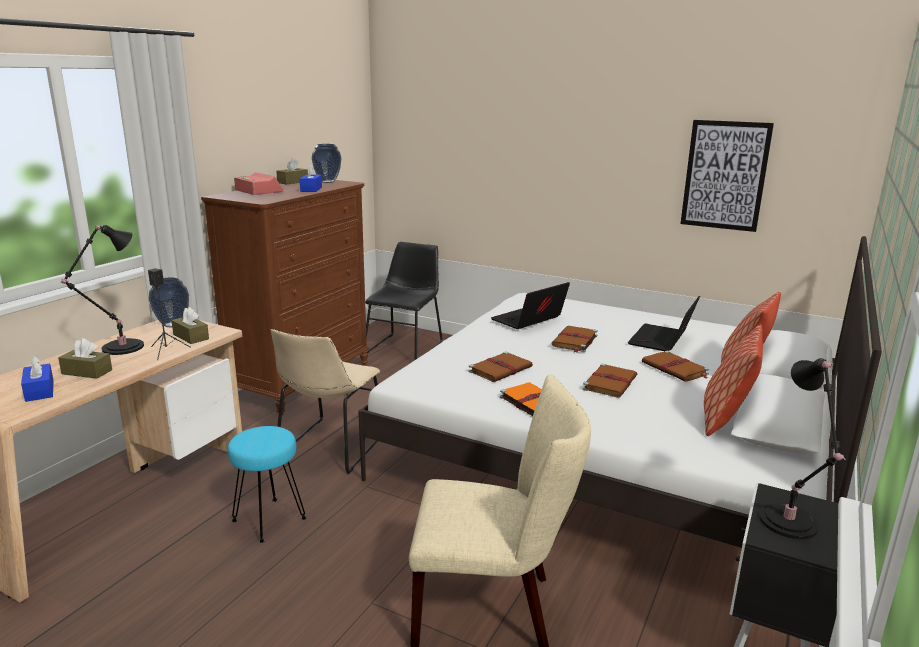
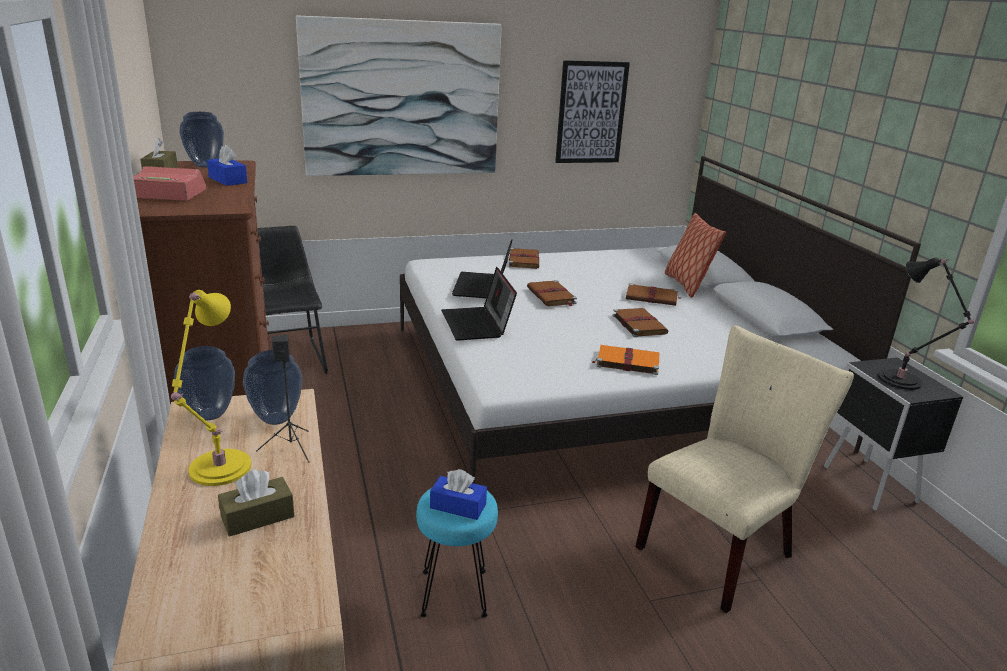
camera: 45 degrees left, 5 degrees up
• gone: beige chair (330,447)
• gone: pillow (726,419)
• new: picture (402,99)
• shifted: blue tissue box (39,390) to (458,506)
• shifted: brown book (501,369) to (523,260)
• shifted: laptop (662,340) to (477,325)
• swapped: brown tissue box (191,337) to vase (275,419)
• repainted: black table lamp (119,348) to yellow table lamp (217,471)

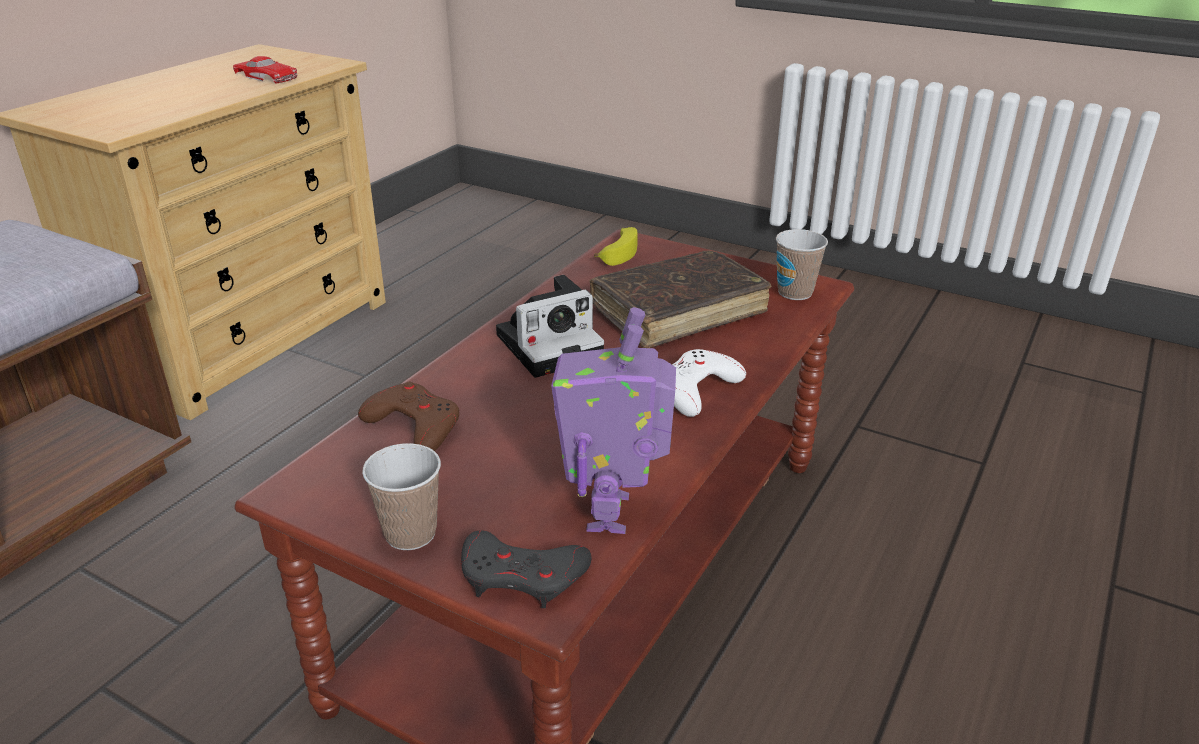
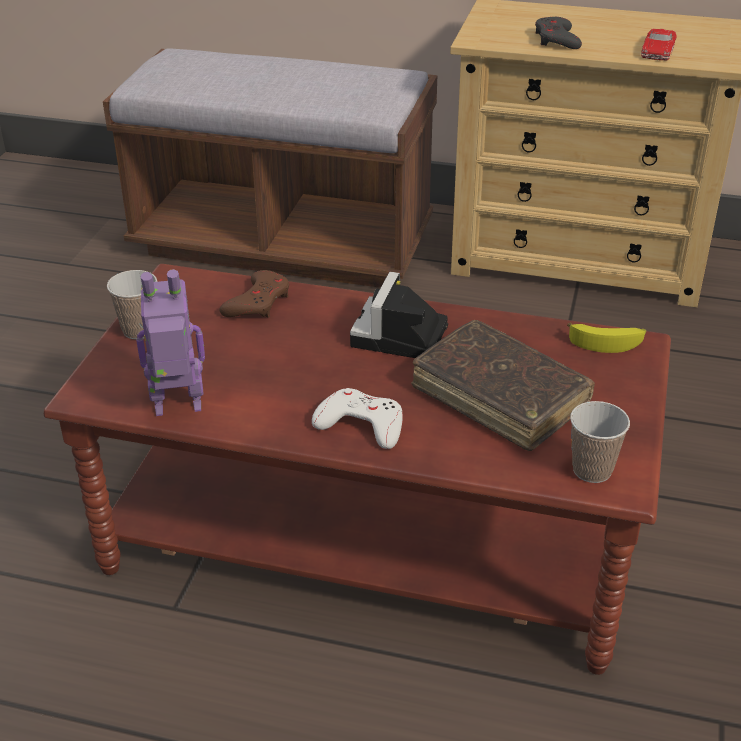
camera: 75 degrees right, 5 degrees up
• shifted: grey game controller (522,576) to (556,39)
• rotated: photo camera (552,345) = (399,338) 60 degrees clockwise

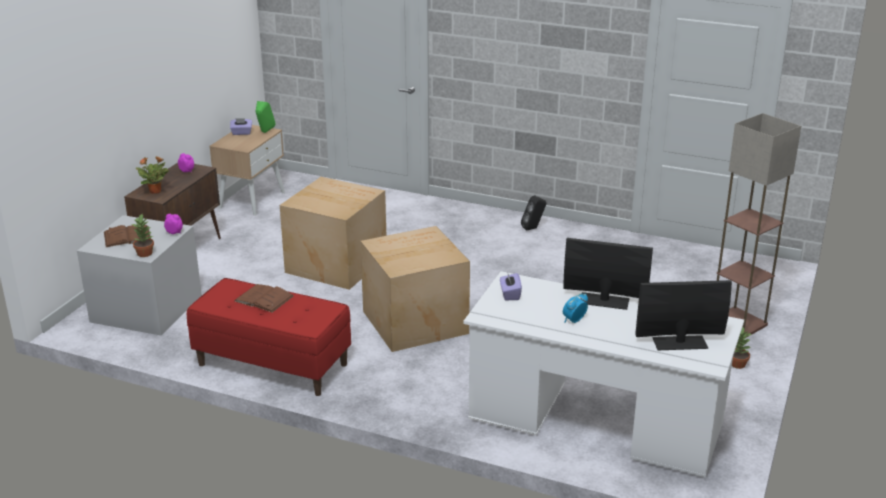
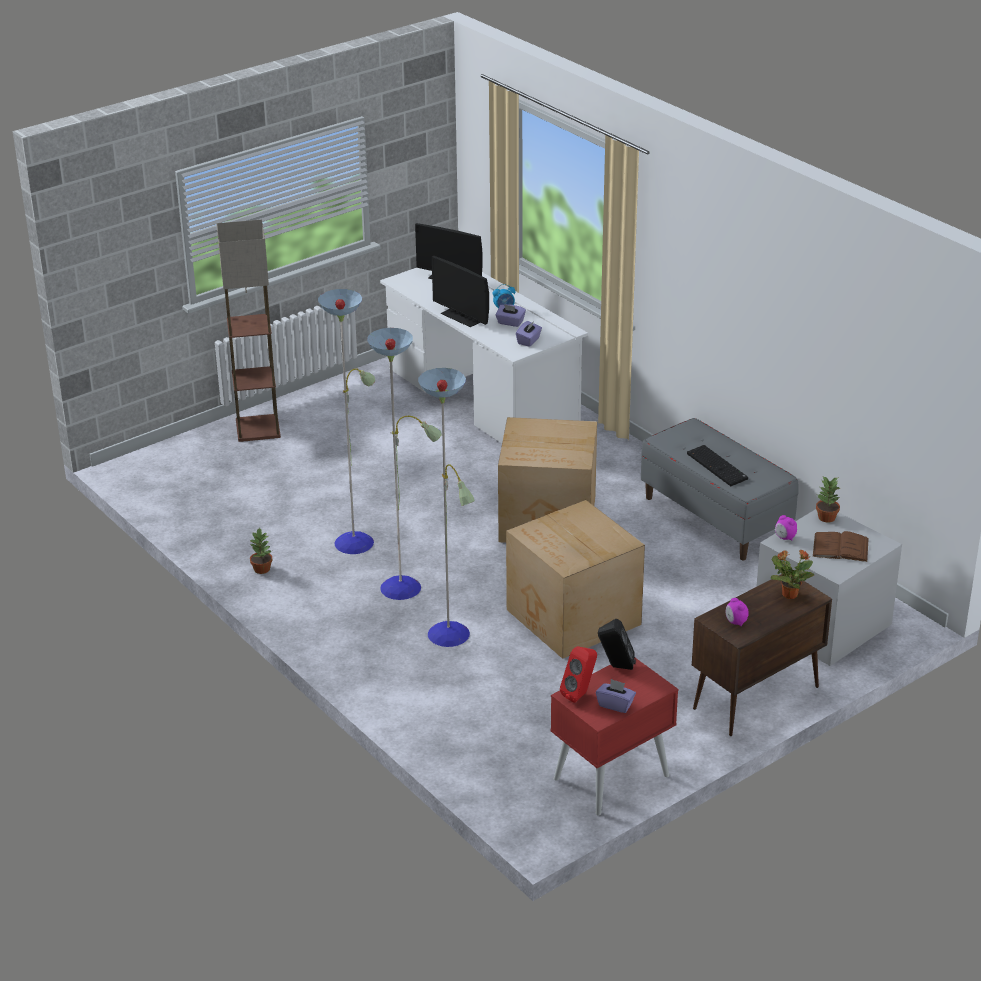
camera: 150 degrees left, 5 degrees up
• new: floor lamp (403,586)
• new: purple tissue box (510,323)
• shifted: black speaker (533,228) to (616,666)
• shifted: potted plant (737,364) to (262,569)
• swapped: brown book (264,298) to keyboard (718,466)
• repainted: red bench (272,365) to grey bench (716,517)
• repainted: beige nightstand (252,199) to red nightstand (611,777)
• repainted: green speaker (265,132) to red speaker (580,694)

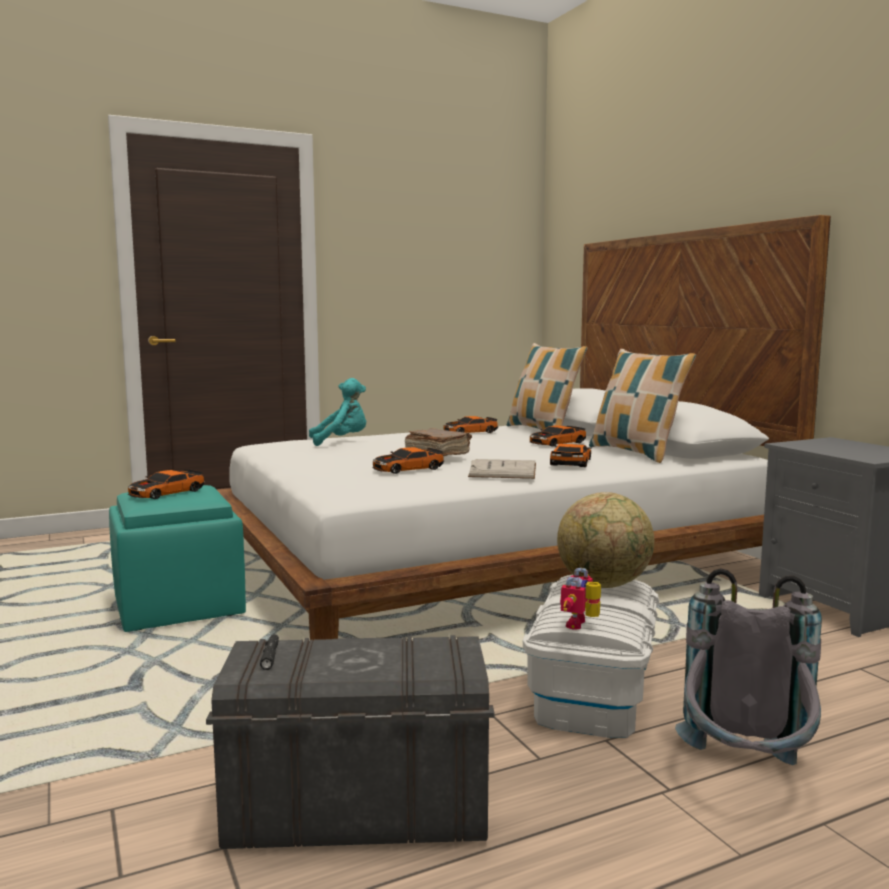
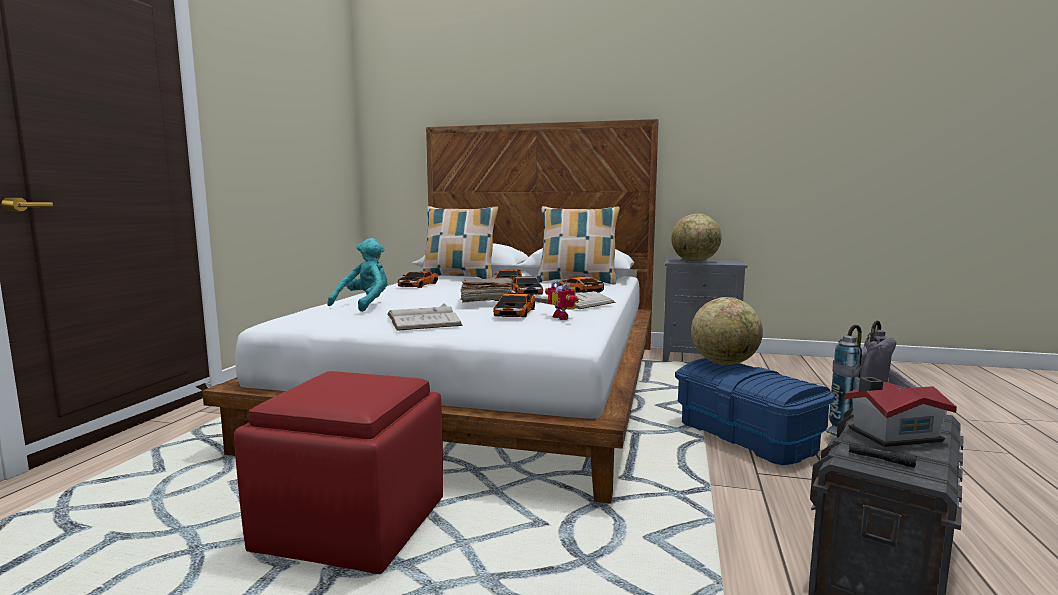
camera: 50 degrees left, 0 degrees up
• new: white book (423,320)
• new: globe (695,261)
• new: toy house (891,434)
• shifted: toy car (167,492) to (526,292)
• shifted: toy robot (581,624) to (564,317)
• repainted: turquoise ottoman (180,608) to red ottoman (355,525)
• repainted: white storage box (594,690) to blue storage box (747,436)

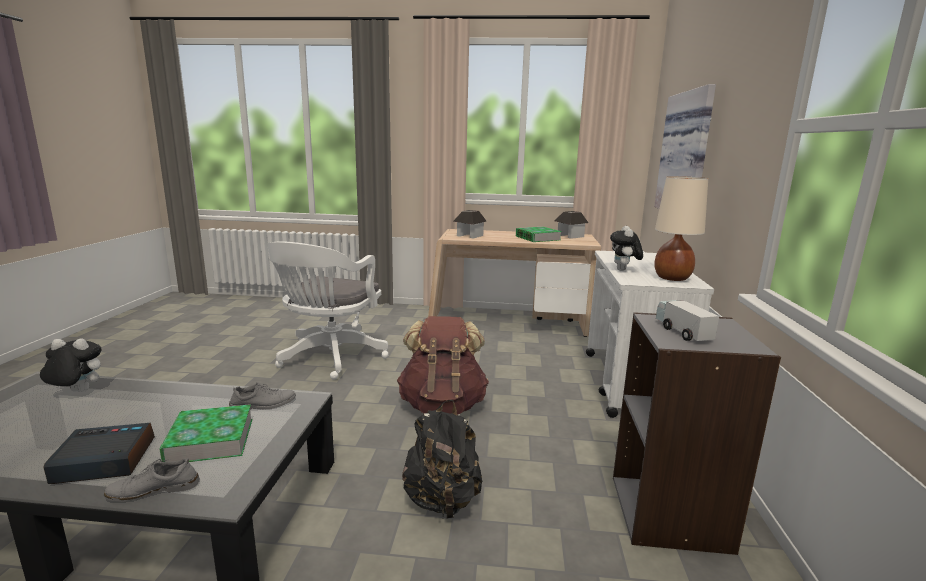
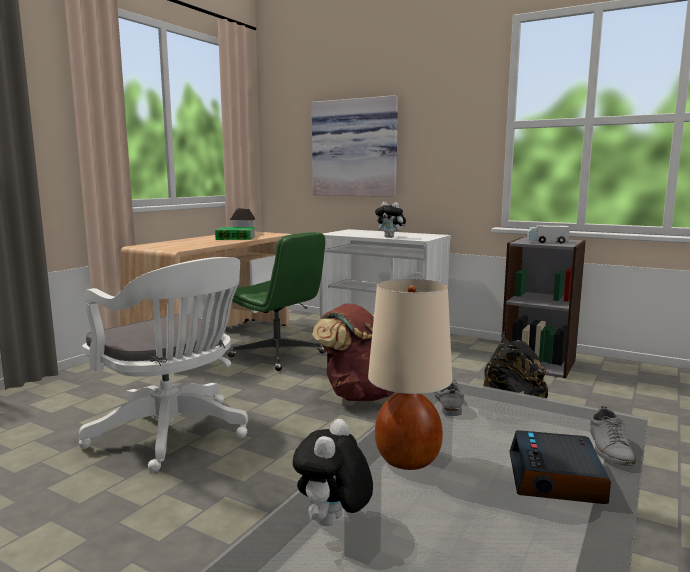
camera: 65 degrees left, 5 degrees down
• gone: book (210,440)
• gone: toy house (469,236)
• new: green office chair (278,355)
• shifted: beige table lamp (672,278) to (408,460)

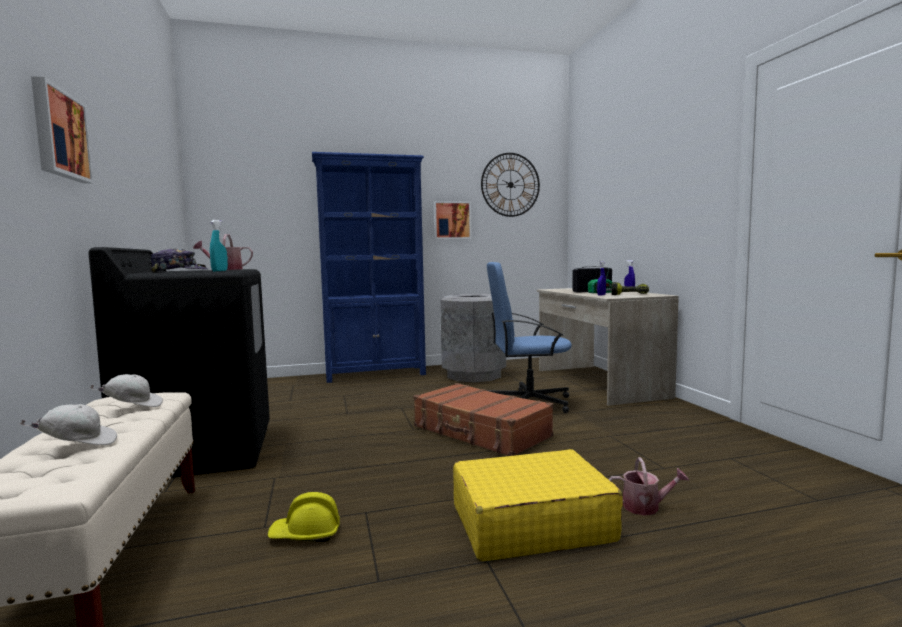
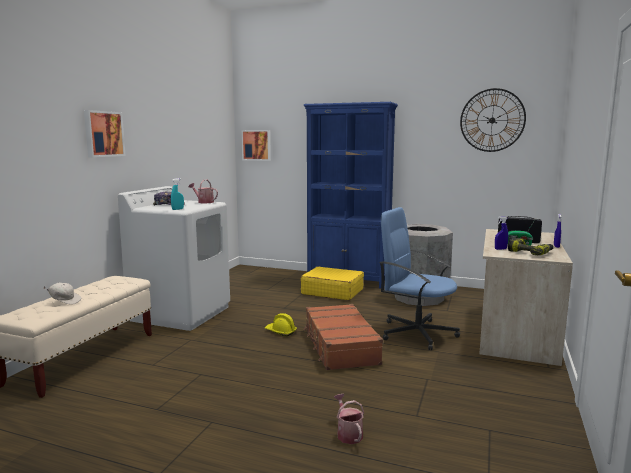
camera: 35 degrees right, 5 degrees up
• gone: white cap (133,406)
• shifted: yellow hard hat (305,534) to (280,332)
• shifted: picture (452,220) to (256,145)
• shifted: yellow suitcase (530,523) to (332,291)
• repainted: black washing machine (201,452) to white washing machine (181,313)
• rotated: watering can (646,507) = (348,433) 150 degrees counterclockwise

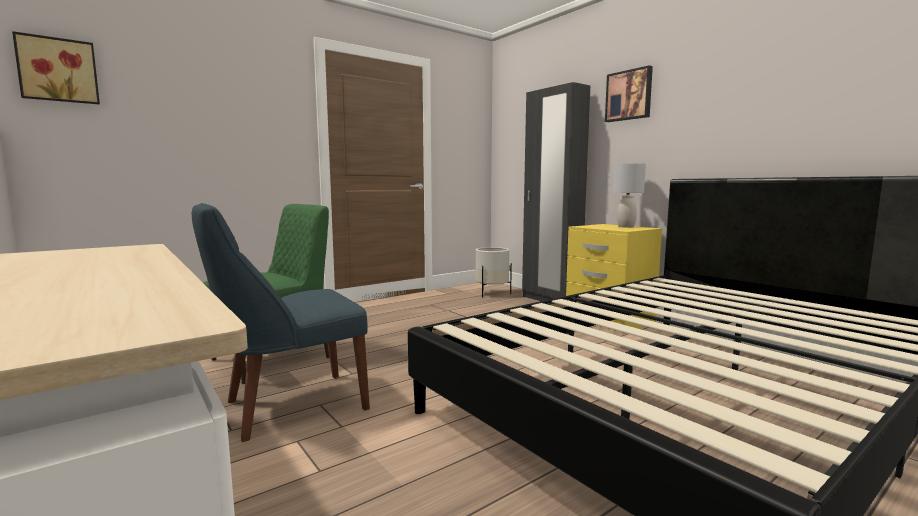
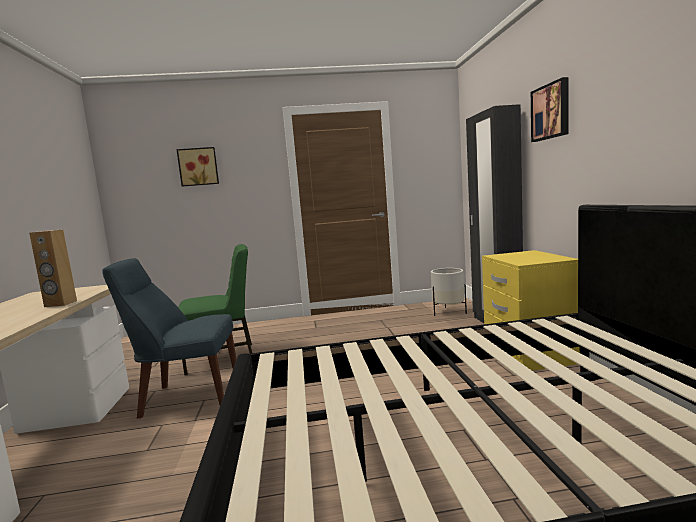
camera: 30 degrees right, 0 degrees up
• gone: grey table lamp (626,226)
• new: brown speaker (60,304)
• shifted: picture (58,70) to (198,167)

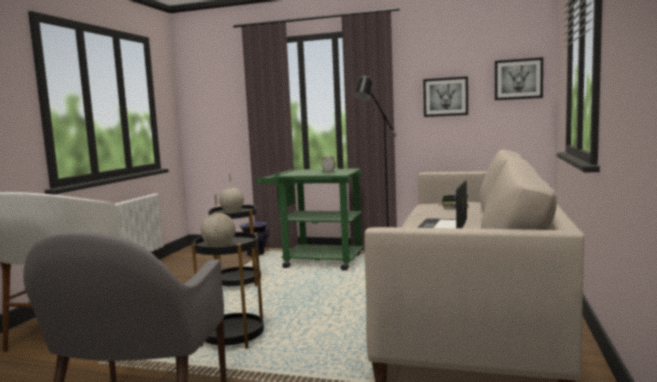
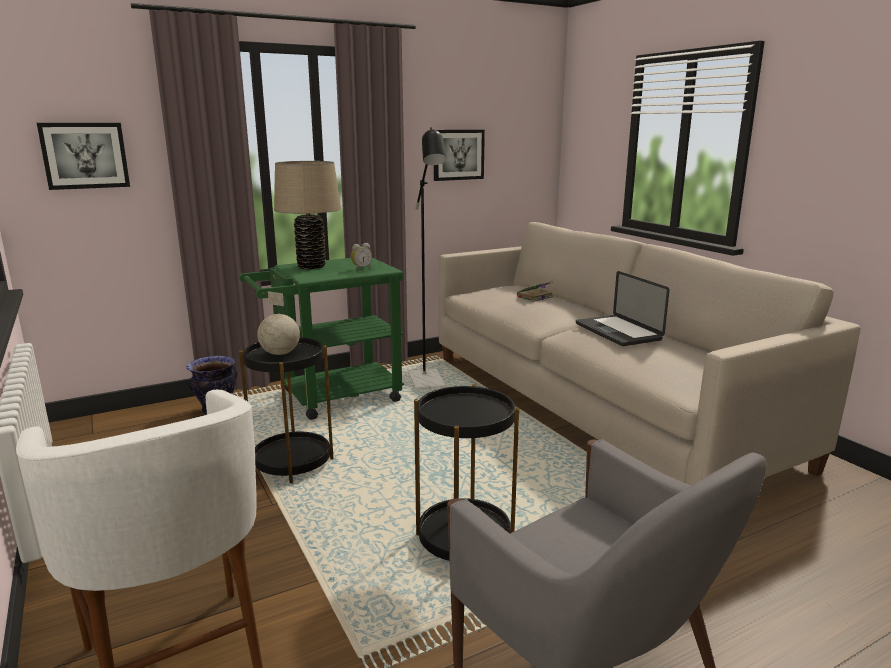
camera: 45 degrees left, 10 degrees up
• gone: globe (219,246)
• new: beige table lamp (311,266)
• shifted: picture (518,79) to (85,155)

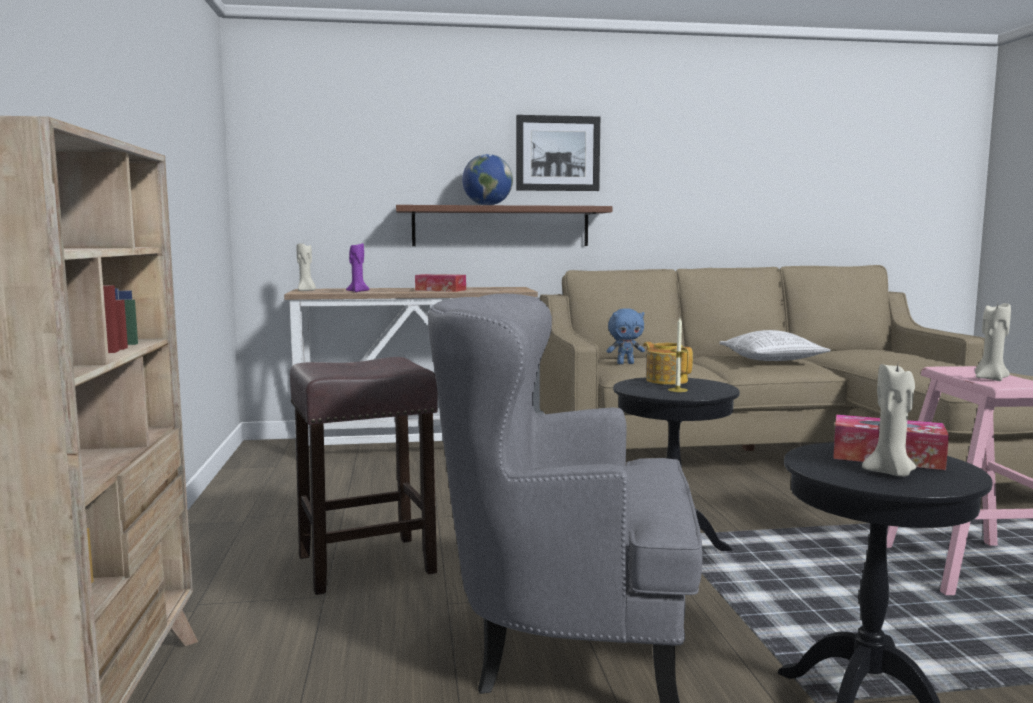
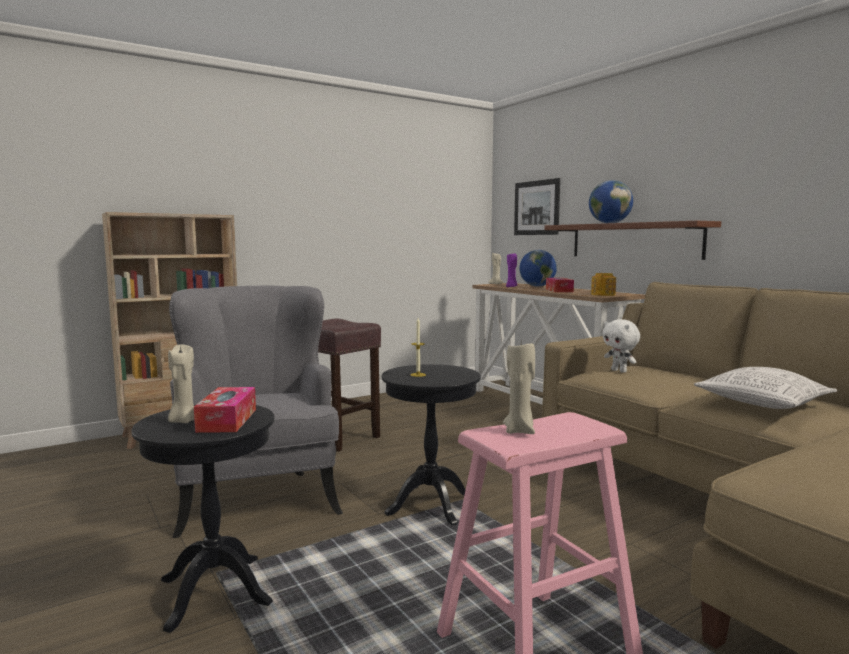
camera: 65 degrees right, 0 degrees up
• new: globe (537,286)
• shifted: picture (558,153) to (536,208)
• shifted: teapot (666,380) to (603,294)
• repainted: blue plush toy (625,363) to white plush toy (619,371)

